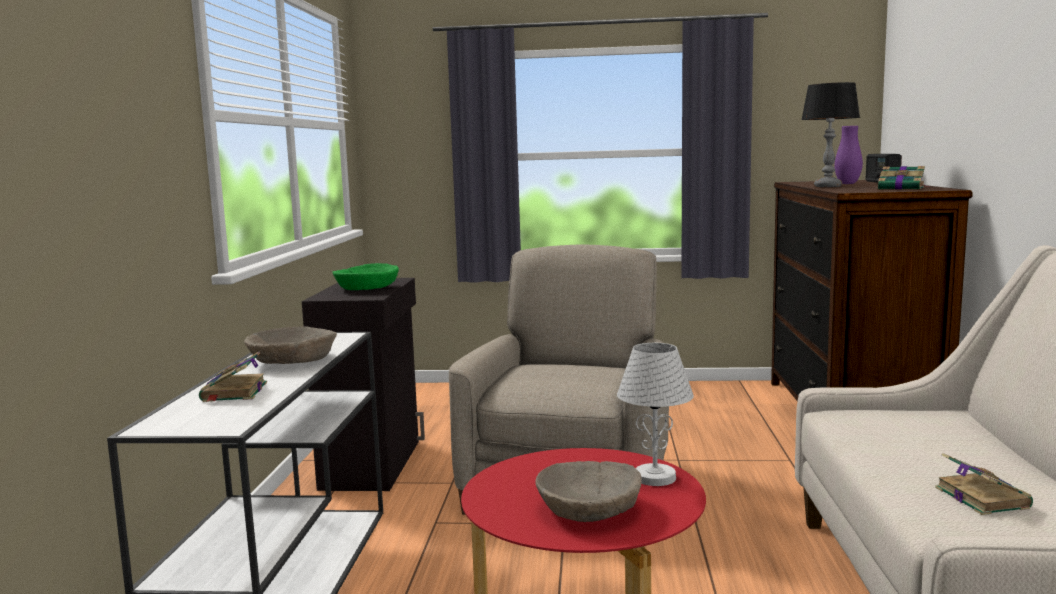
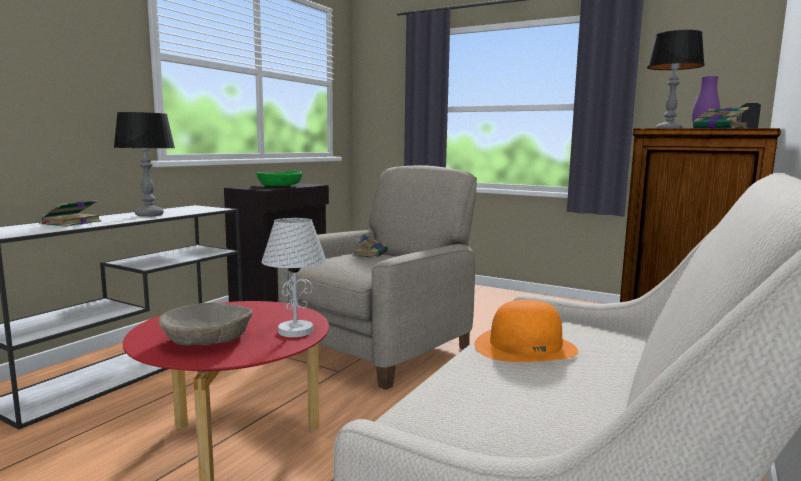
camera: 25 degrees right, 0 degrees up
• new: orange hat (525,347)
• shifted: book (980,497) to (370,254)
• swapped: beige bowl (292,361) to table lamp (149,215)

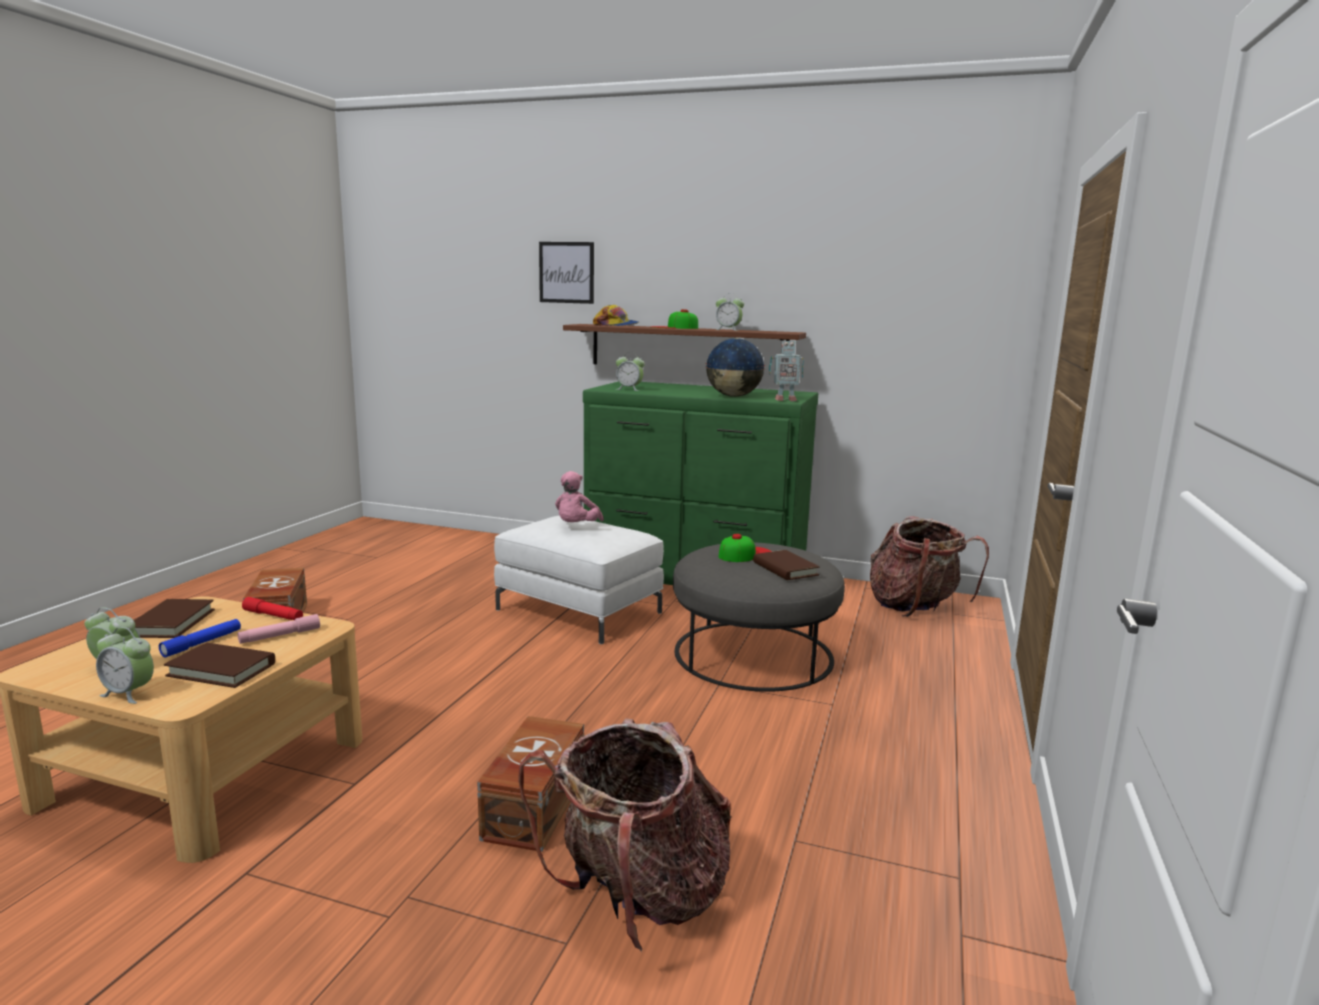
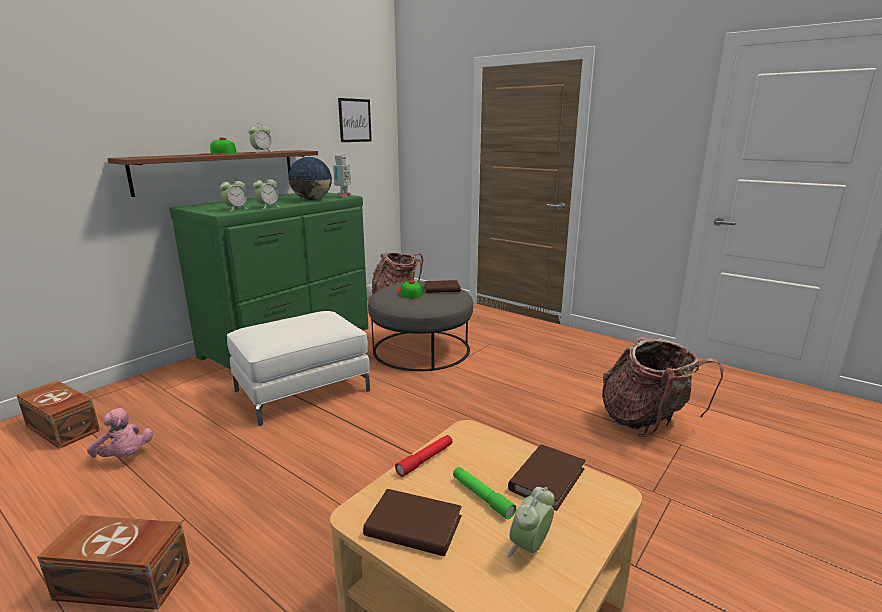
camera: 70 degrees left, 5 degrees up
• gone: pink flashlight (280,636)
• gone: cap (616,325)
• shifted: alarm clock (129,693) to (268,207)
• shifted: brown storage box (532,807) to (62,429)
• shifted: picture (566,272) to (355,120)
• shifted: pink plush toy (576,527) to (125,457)
• repainted: blue flashlight (202,643) to green flashlight (482,497)

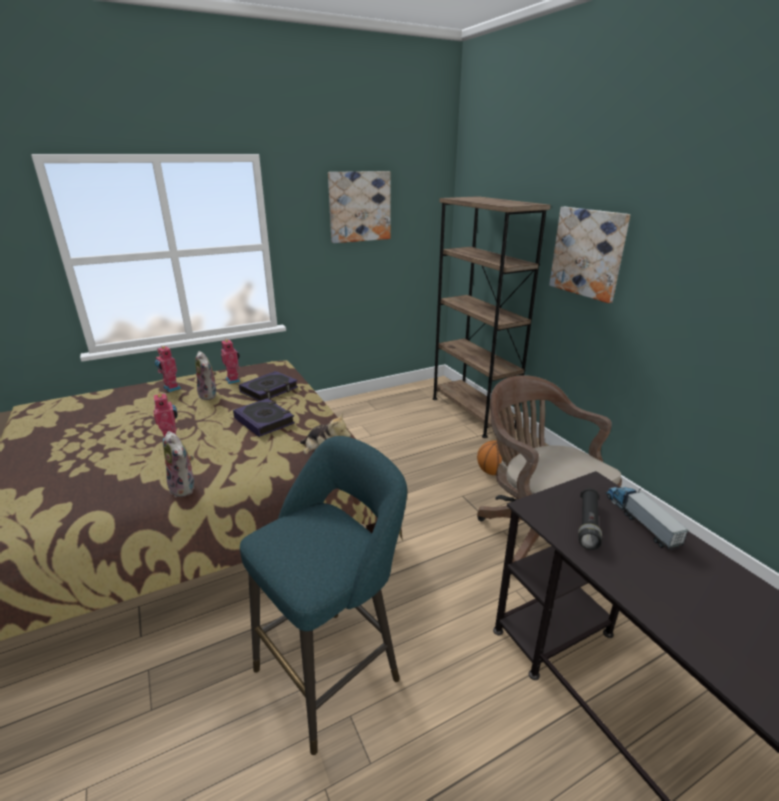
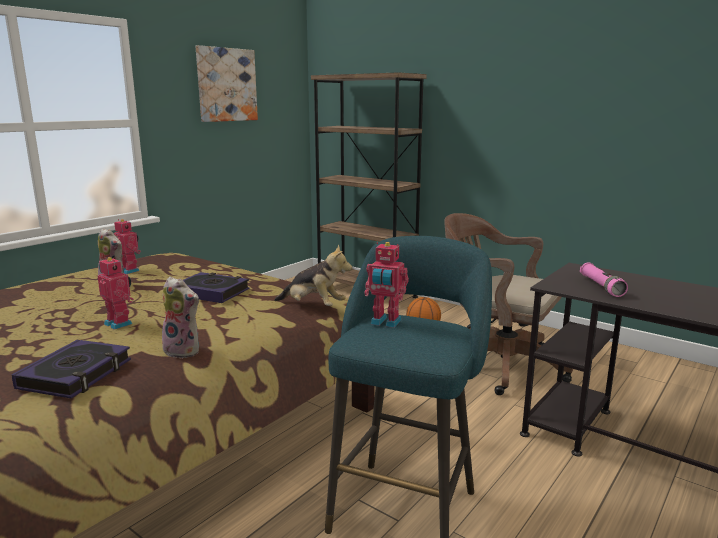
camera: 25 degrees left, 10 degrees down
• gone: picture (588,253)
• gone: toy truck (639,520)
• shifted: toy robot (171,388) to (385,322)
• shifted: book (269,390) to (76,374)
• repainted: black flashlight (588,525) to pink flashlight (601,287)

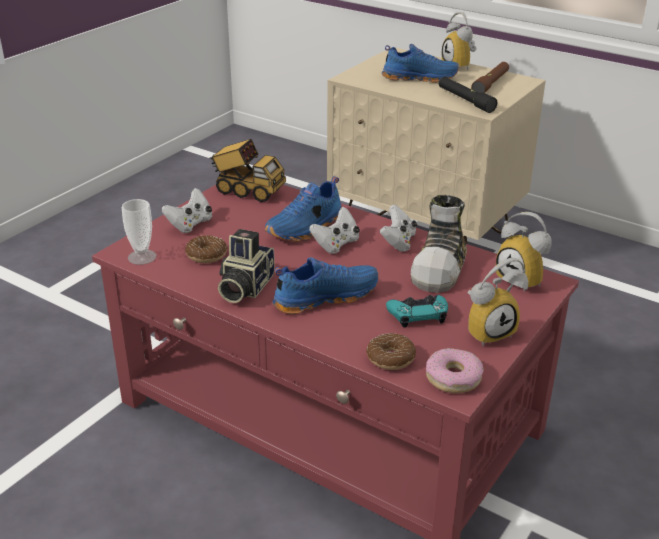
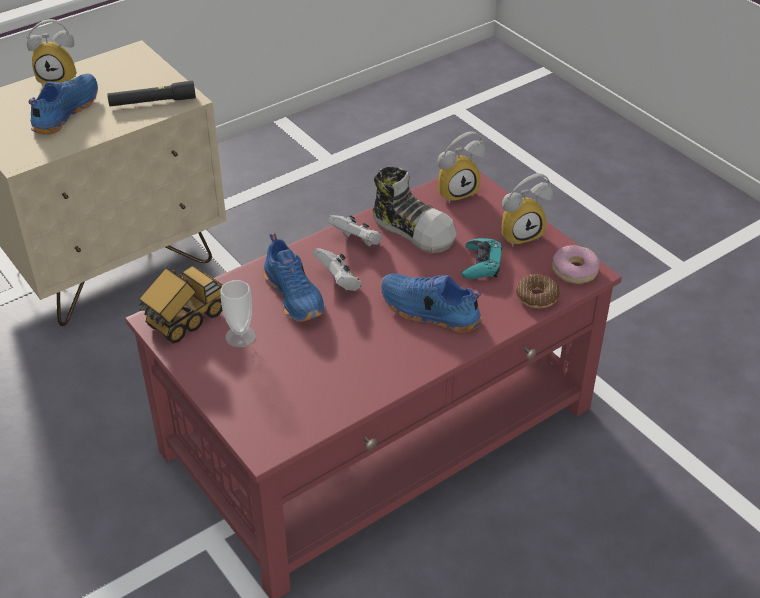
camera: 70 degrees left, 10 degrees up
• gone: white game controller (190,224)
• gone: donut (206,255)
• gone: photo camera (244,287)
• gone: brown flashlight (490,84)
• shifted: cup (142,257) to (240,336)
• rotated: blue shoe (325,297) = (429,312) 60 degrees counterclockwise
• rotated: alarm clock (488,331) = (520,233) 75 degrees clockwise

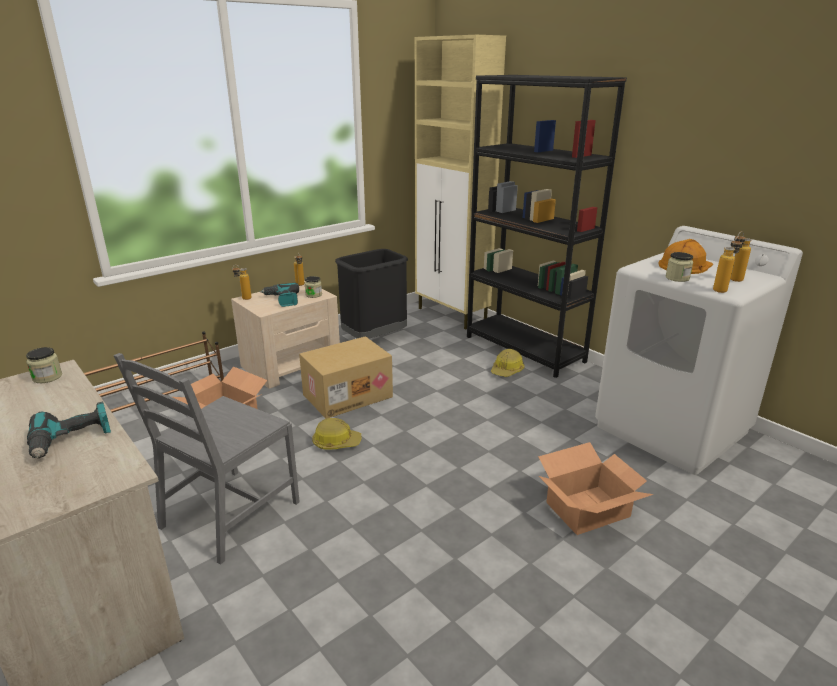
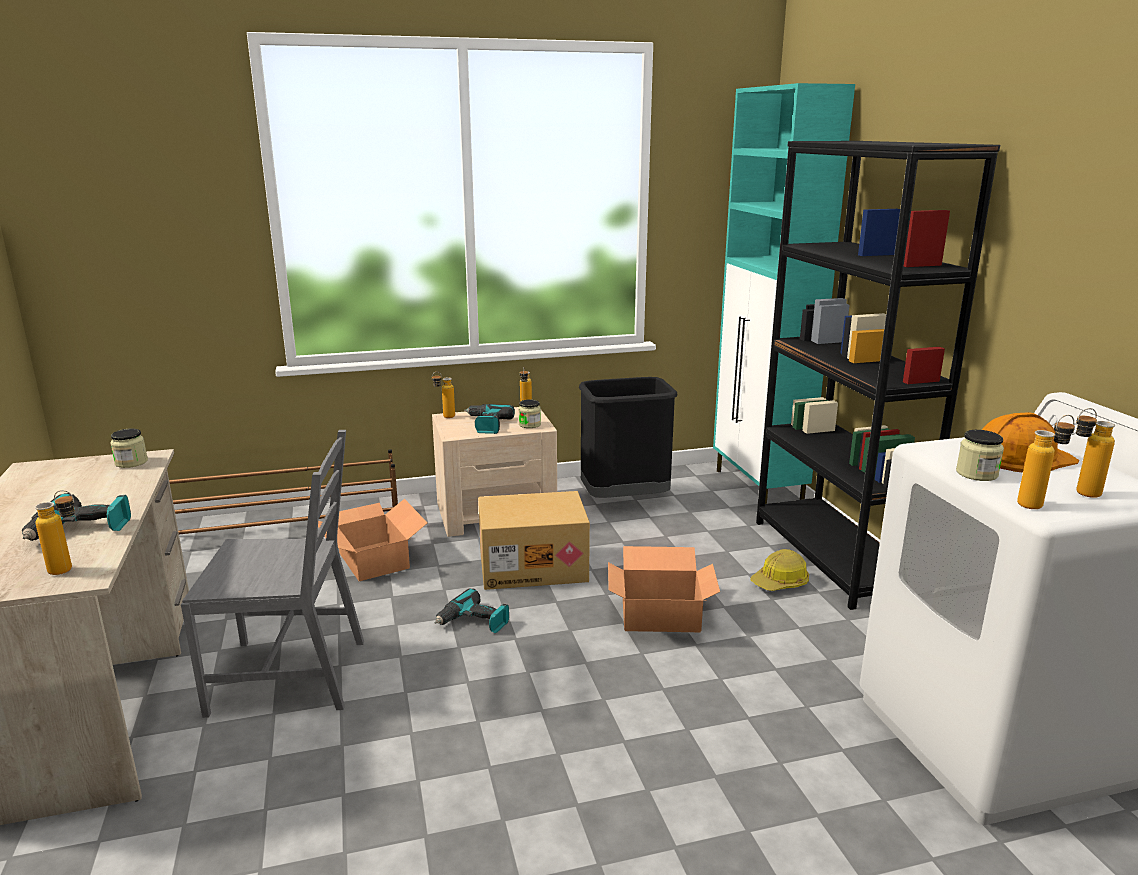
camera: 25 degrees right, 5 degrees down
• new: bottle (69,570)
• shifted: cardboard box (589,510) to (661,616)
• swapped: hard hat (336,442) to power drill (473,623)
• repainted: beige cabinet (452,315) to turquoise cabinet (758,488)
• rotated: grey chair (229,515) = (290,675) 150 degrees counterclockwise

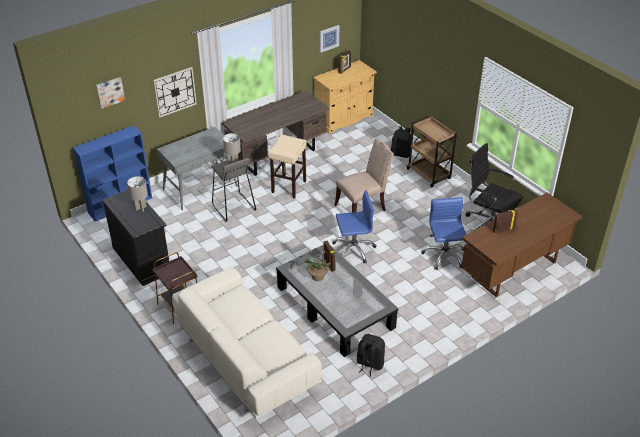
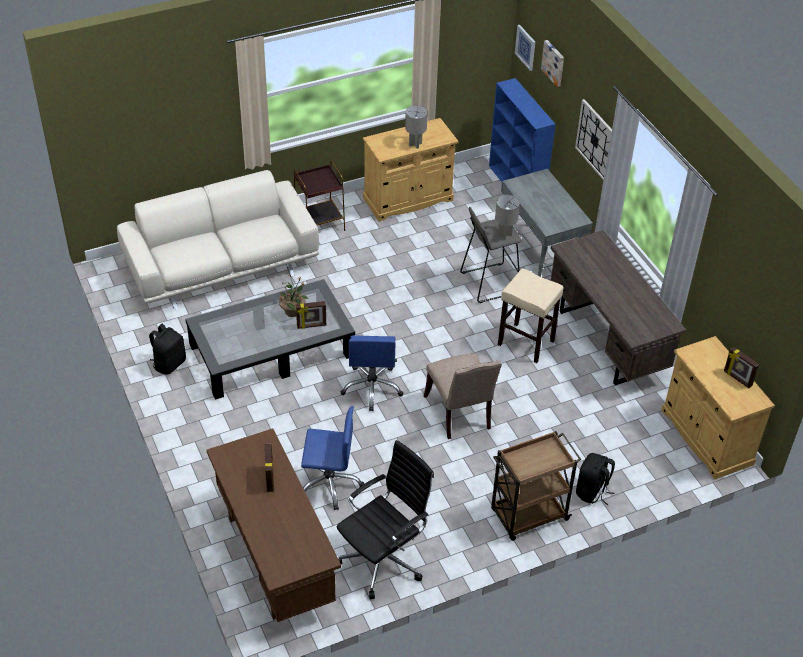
camera: 100 degrees right, 5 degrees up
• shifted: picture (329,38) to (525,47)
• repainted: black cabinet (142,259) to beige cabinet (408,199)

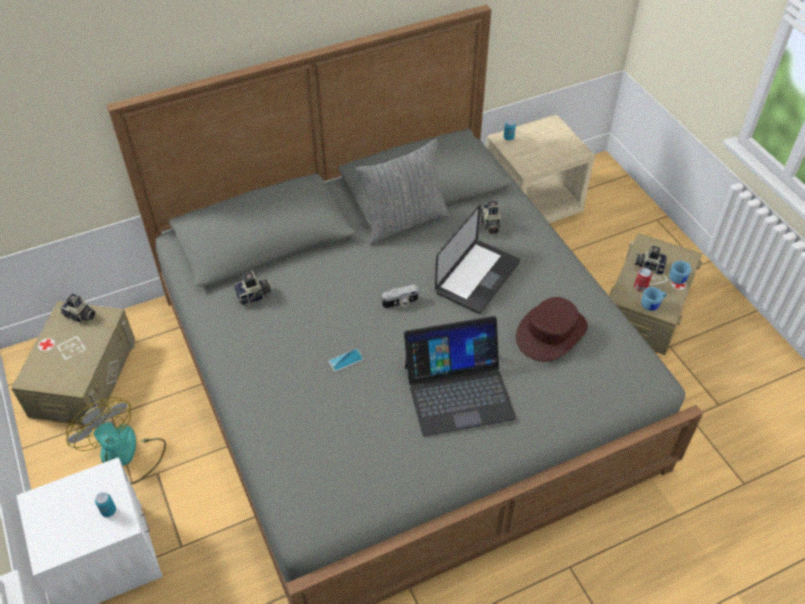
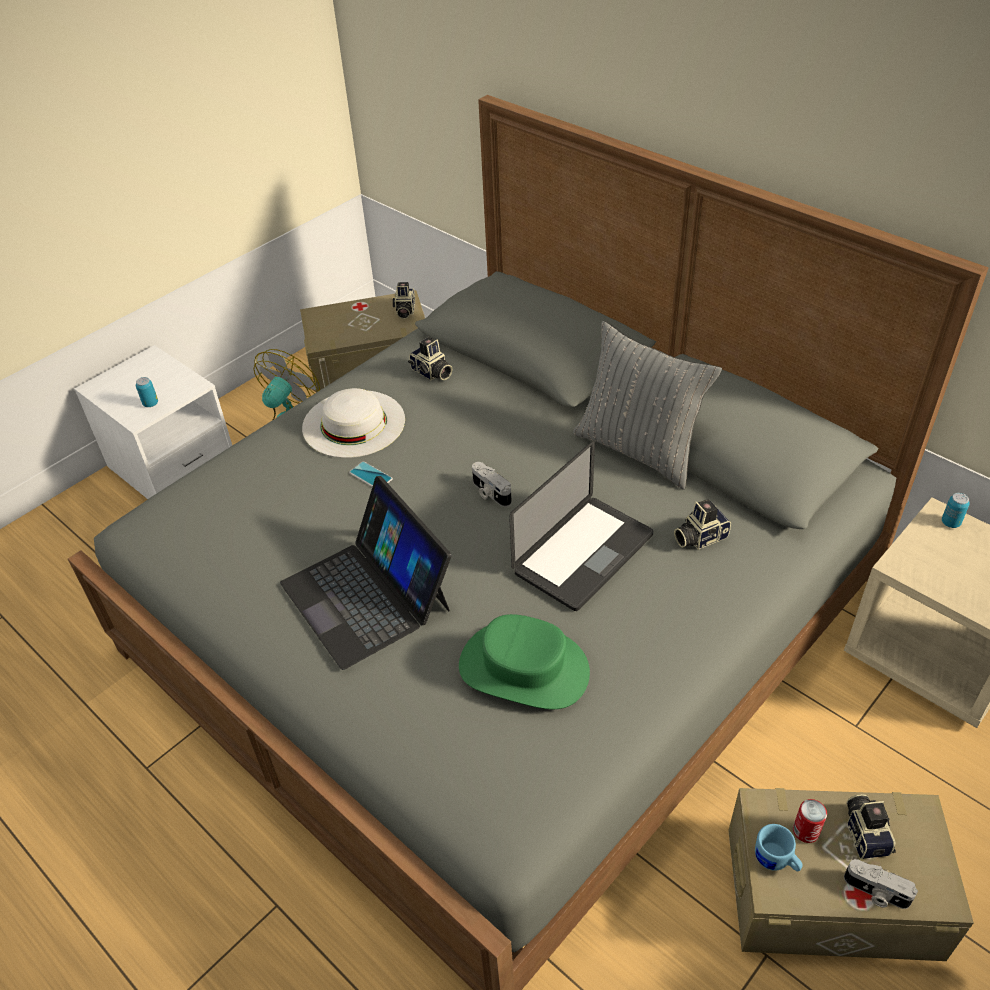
camera: 70 degrees right, 5 degrees down
• new: white hat (353,423)
• swapped: blue mug (679,277) to photo camera (875,893)
• repainted: brown hat (551,332) to green hat (524,668)
• rotated: laptop (477,277) = (583,554) 60 degrees counterclockwise

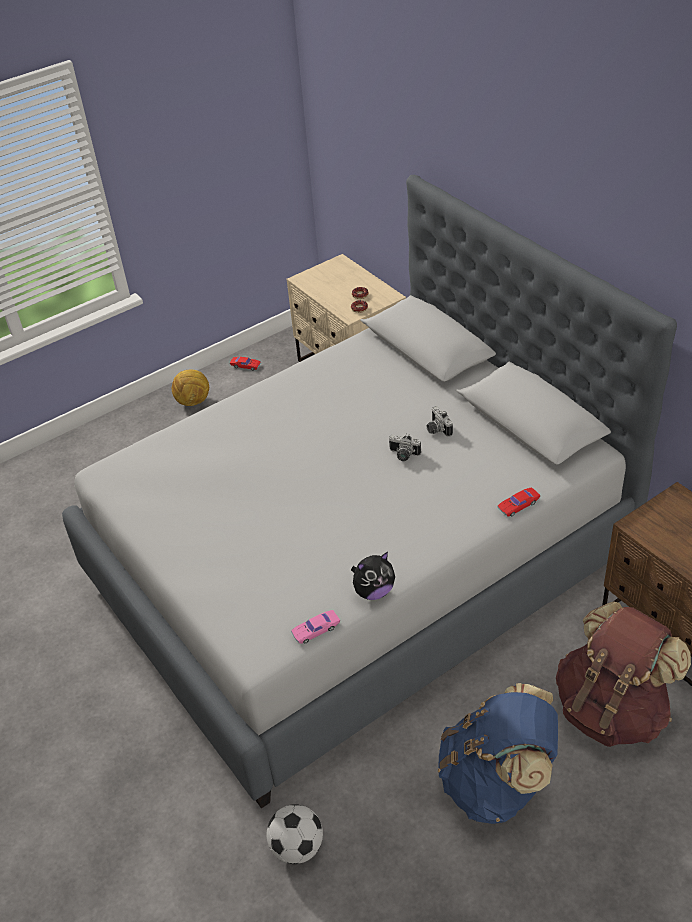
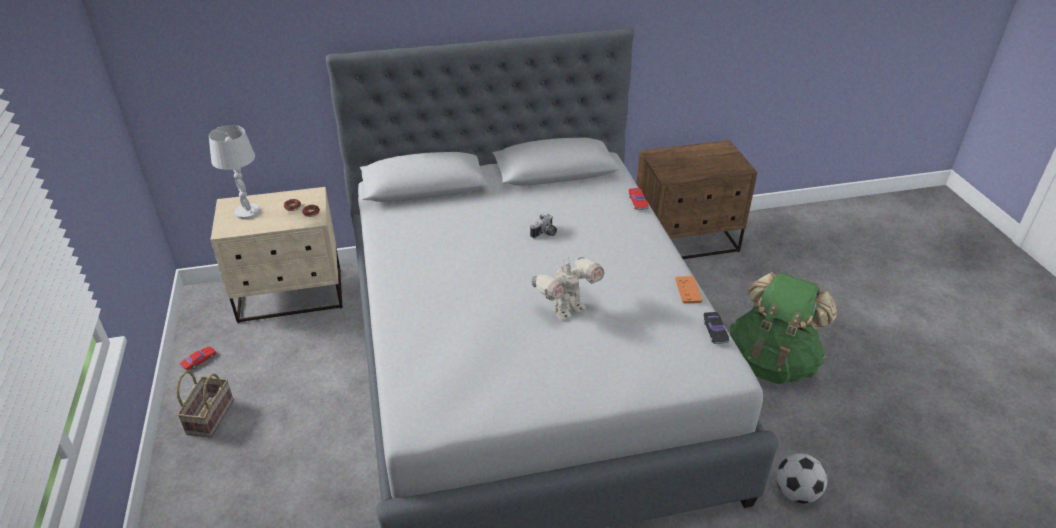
camera: 70 degrees left, 5 degrees down
• gone: photo camera (436,429)
• gone: brown backpack (612,709)
• new: white table lamp (248,212)
• new: toy robot (567,309)
• swapped: football (193,402) to basket (210,416)
• swapped: plush toy (373,591) to orange game controller (688,290)
• repainted: pink toy car (316,629) to black toy car (715,331)
• repainted: blue backpack (497,782) to green backpack (772,362)

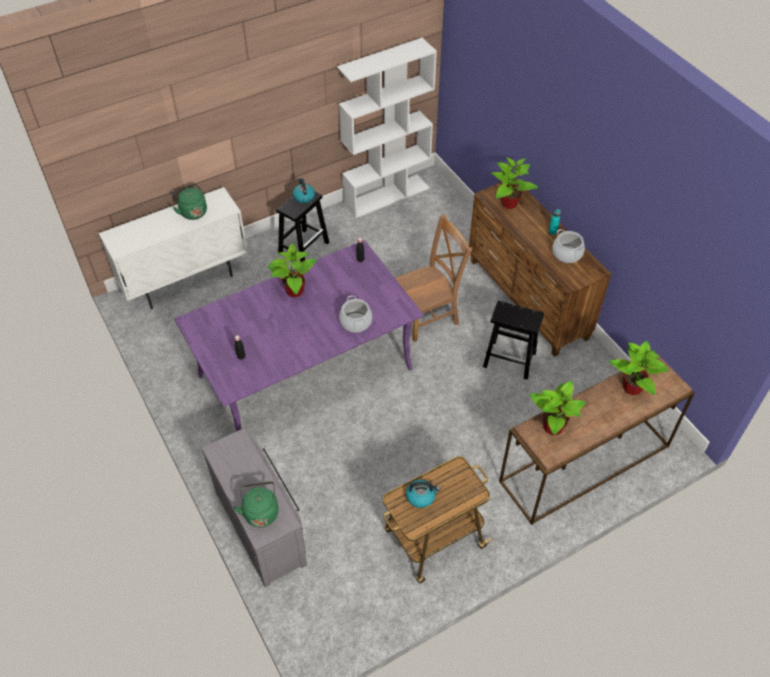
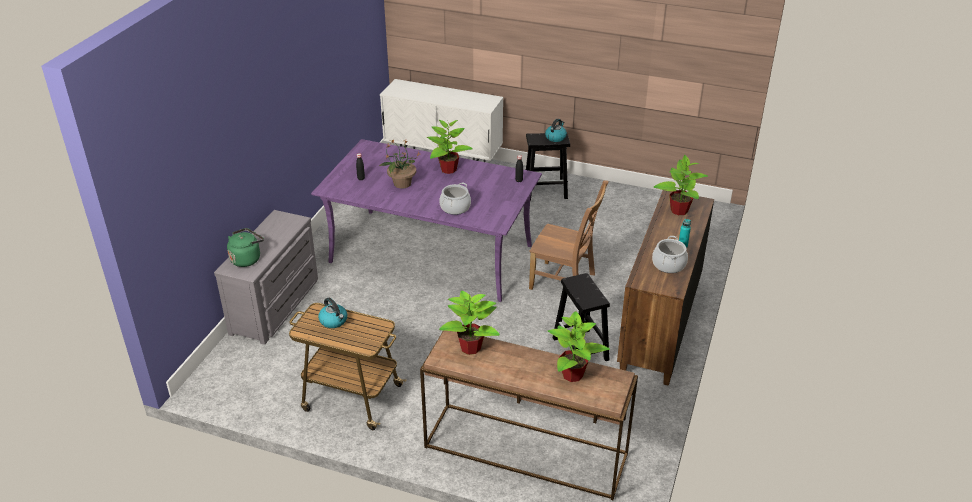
camera: 50 degrees right, 15 degrees down
• gone: green kettle (192,211)
• gone: white bookcase (387,196)
• new: potted plant (401,183)

